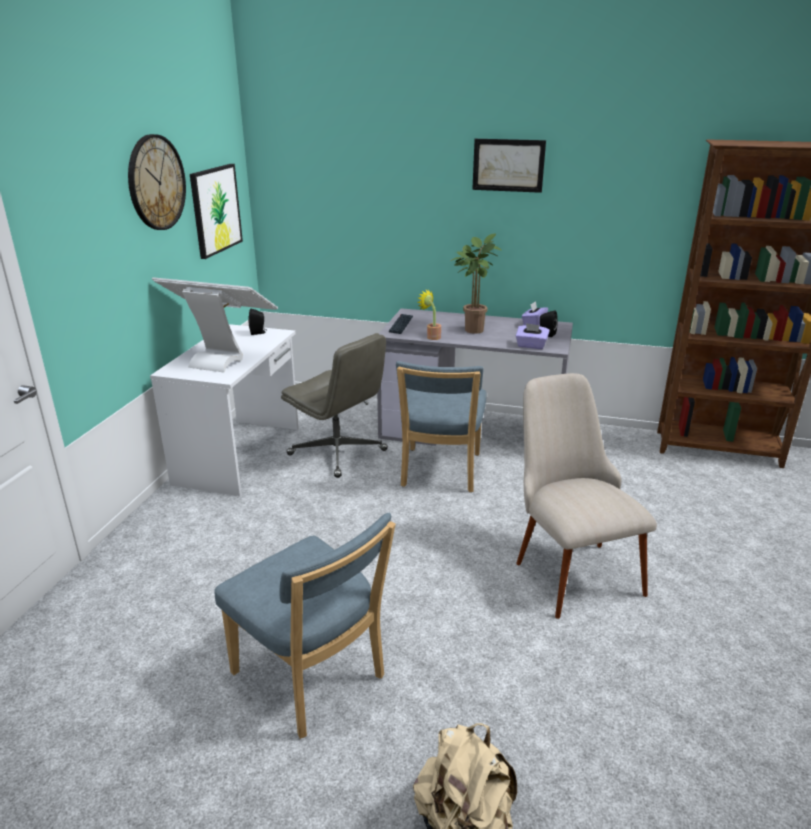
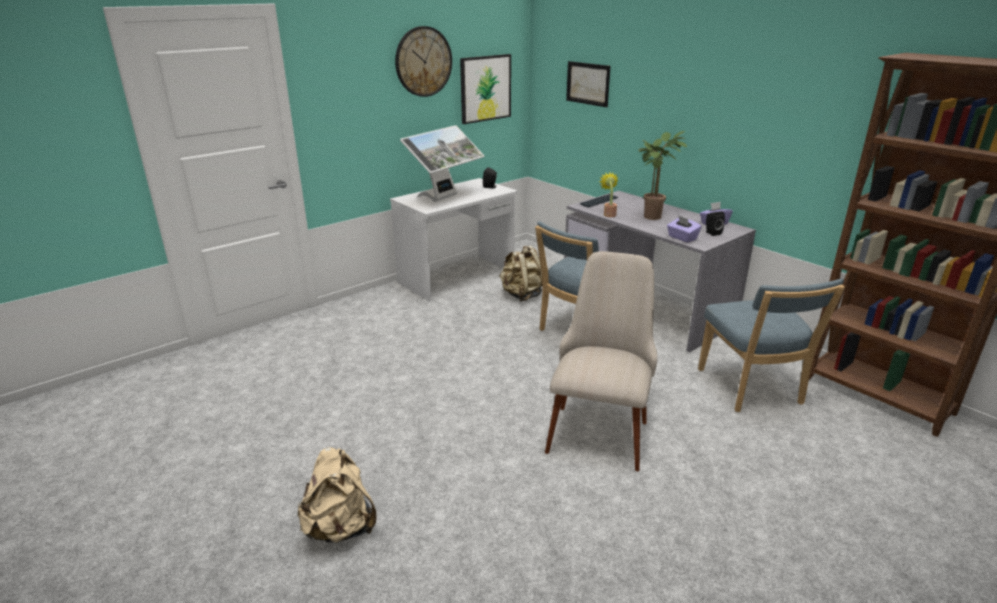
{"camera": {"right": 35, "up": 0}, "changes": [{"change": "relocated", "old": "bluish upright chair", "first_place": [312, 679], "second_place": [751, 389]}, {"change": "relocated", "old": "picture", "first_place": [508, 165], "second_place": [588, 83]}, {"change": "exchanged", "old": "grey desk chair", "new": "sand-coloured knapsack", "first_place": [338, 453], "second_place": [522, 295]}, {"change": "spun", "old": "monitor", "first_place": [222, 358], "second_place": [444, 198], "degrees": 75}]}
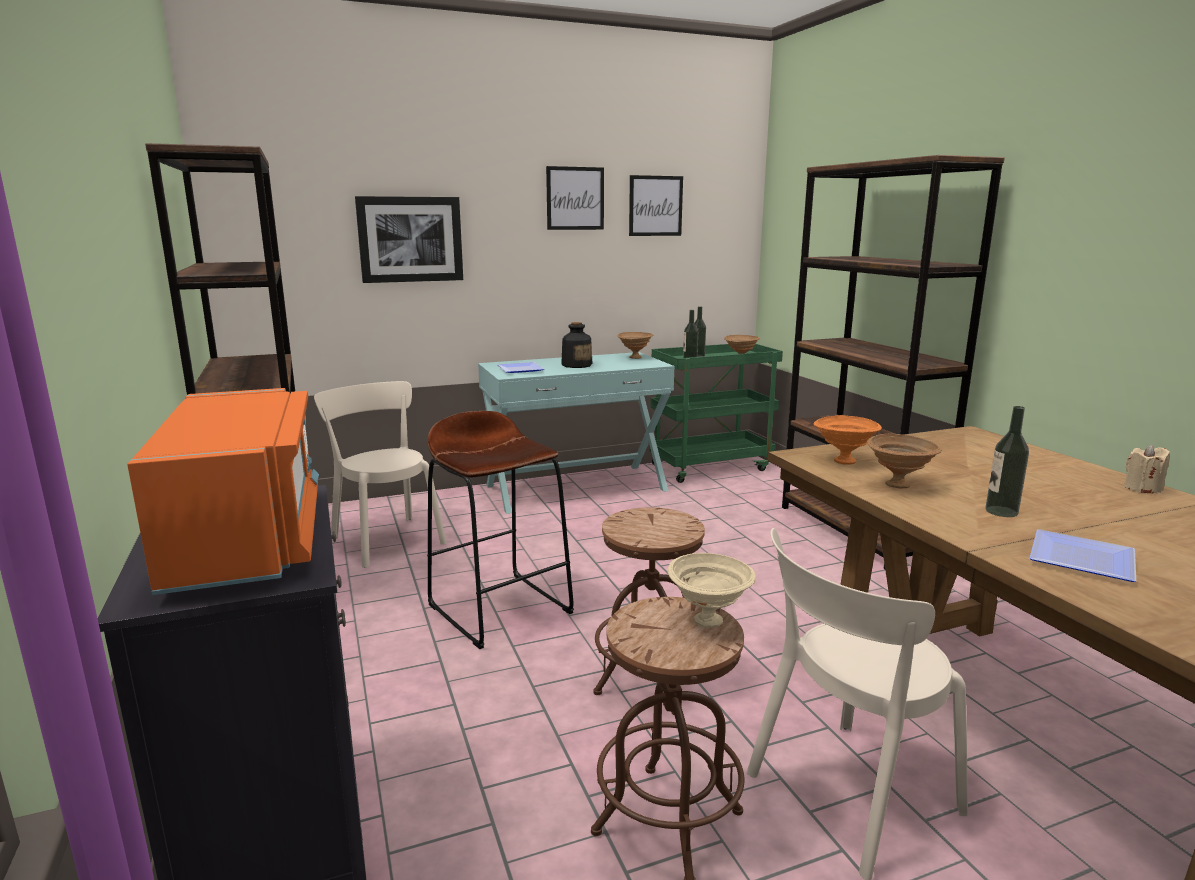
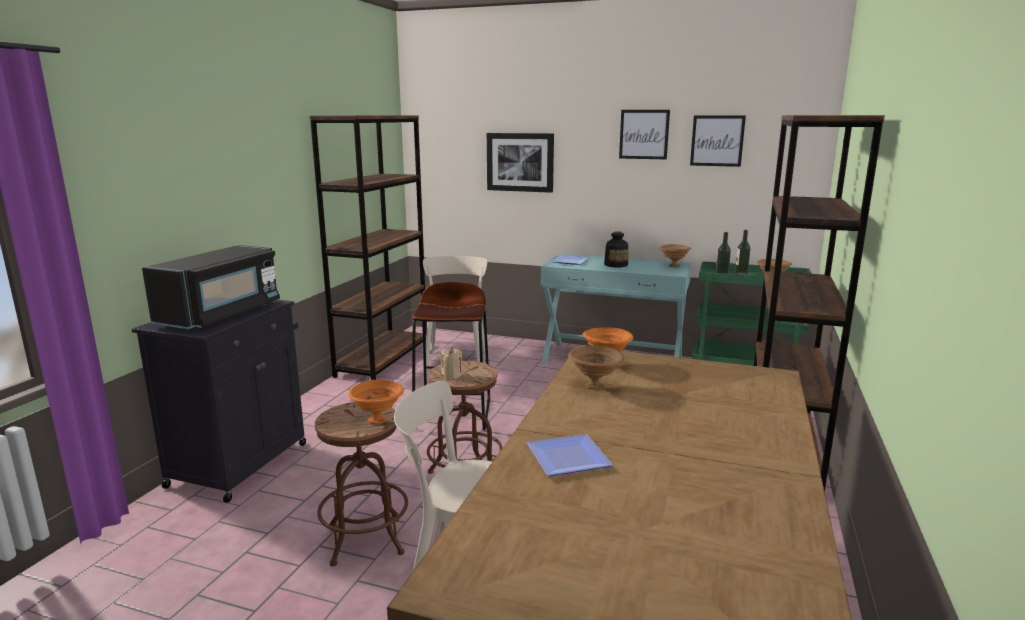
{"camera": {"right": 40, "up": 0}, "changes": [{"change": "missing", "old": "beverage bottle", "first_place": [1001, 511]}, {"change": "relocated", "old": "sand-coloured candle", "first_place": [1142, 488], "second_place": [451, 375]}, {"change": "colour", "old": "orange microwave", "new": "black-coloured microwave", "first_place": [248, 538], "second_place": [222, 314]}, {"change": "colour", "old": "sand-coloured bowl", "new": "orange bowl", "first_place": [708, 620], "second_place": [378, 420]}]}
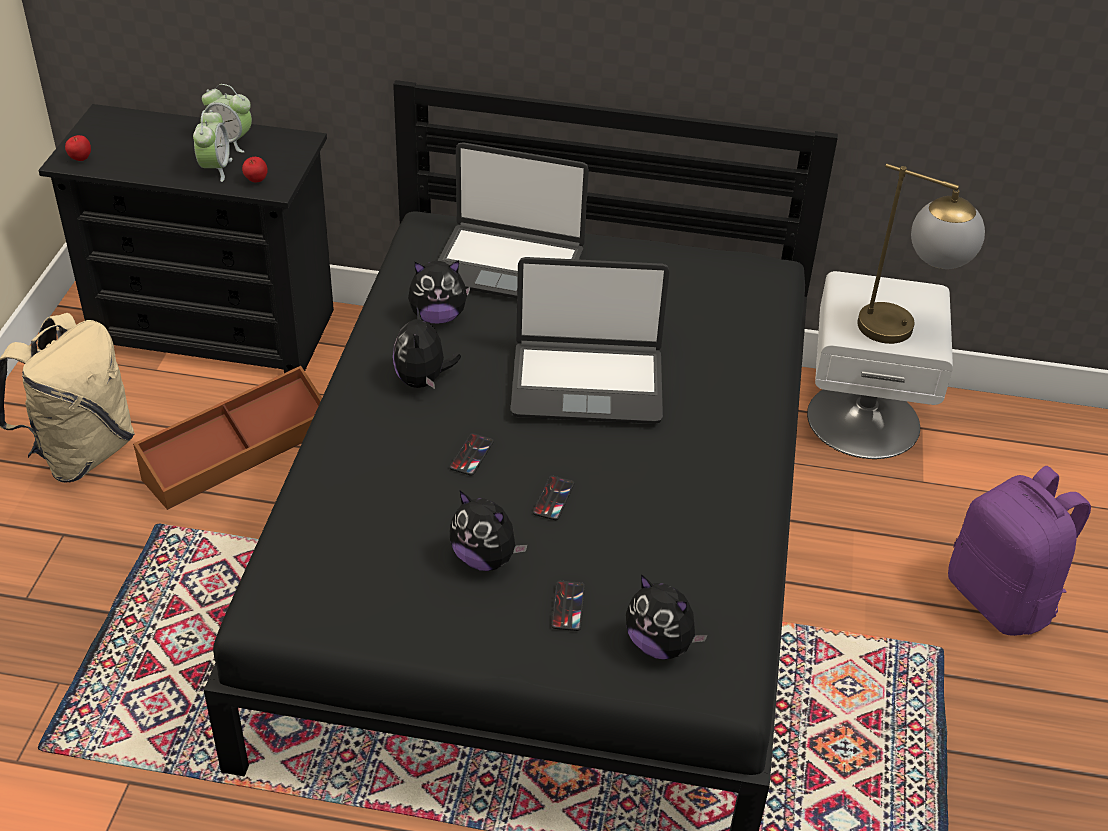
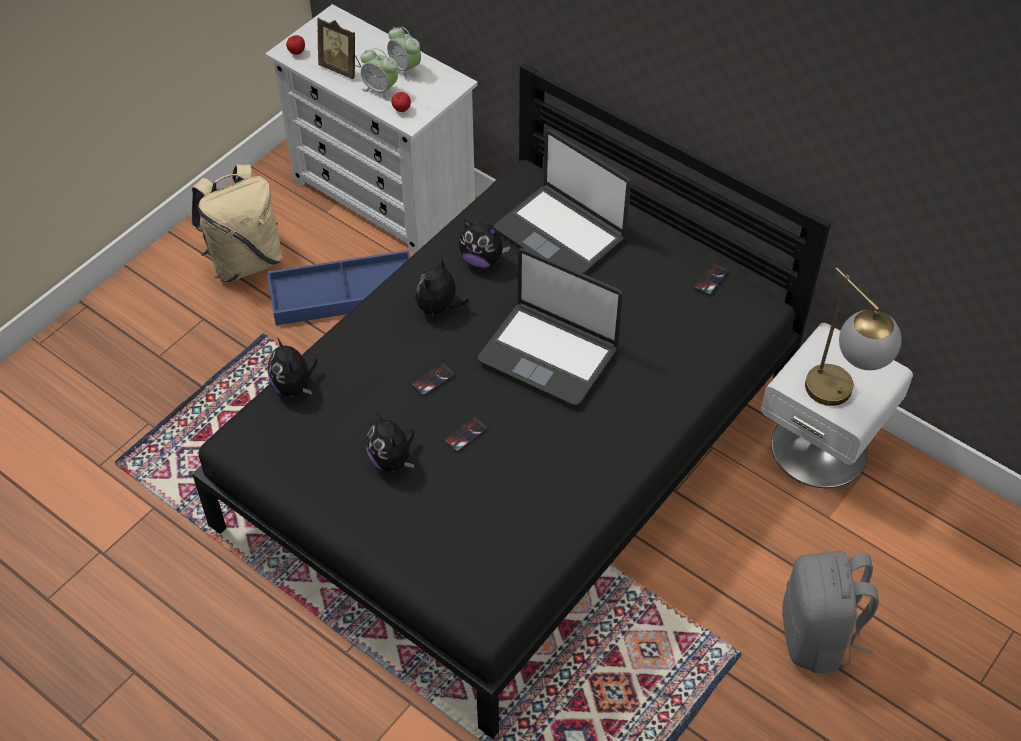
{"camera": {"right": 30, "up": 10}, "changes": [{"change": "appeared", "new": "standing frame", "second_place": [342, 68]}, {"change": "relocated", "old": "phone", "first_place": [568, 606], "second_place": [711, 279]}, {"change": "relocated", "old": "soft toy", "first_place": [660, 644], "second_place": [294, 387]}, {"change": "colour", "old": "black-coloured dresser", "new": "white dresser", "first_place": [216, 329], "second_place": [384, 193]}, {"change": "colour", "old": "brownish storage container", "new": "bluish storage container", "first_place": [237, 451], "second_place": [344, 298]}, {"change": "colour", "old": "purple-coloured knapsack", "new": "grey knapsack", "first_place": [1002, 599], "second_place": [818, 636]}, {"change": "spun", "old": "alarm clock", "first_place": [215, 169], "second_place": [380, 90], "degrees": 90}]}
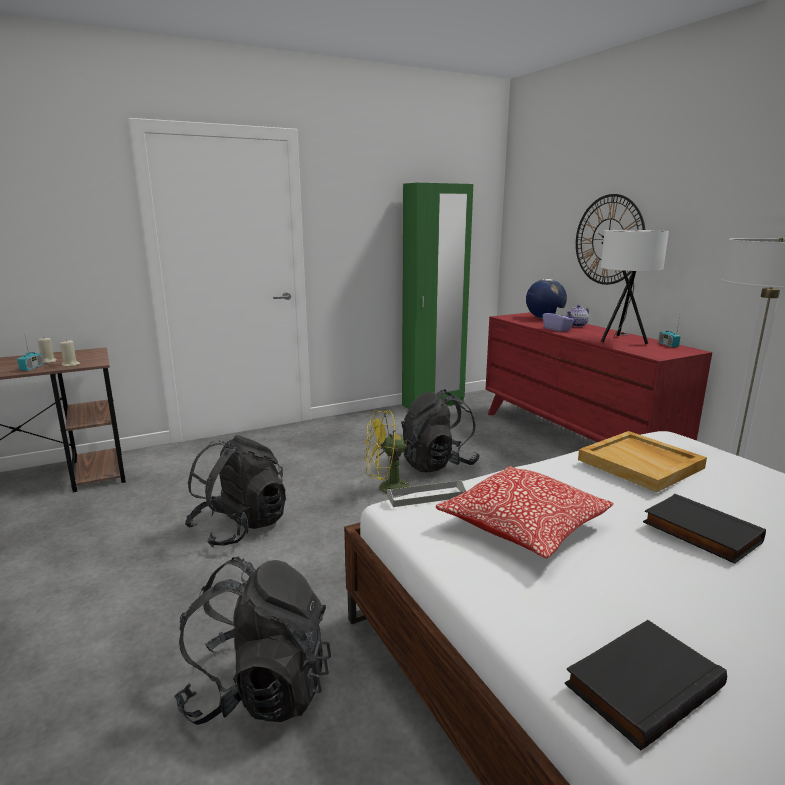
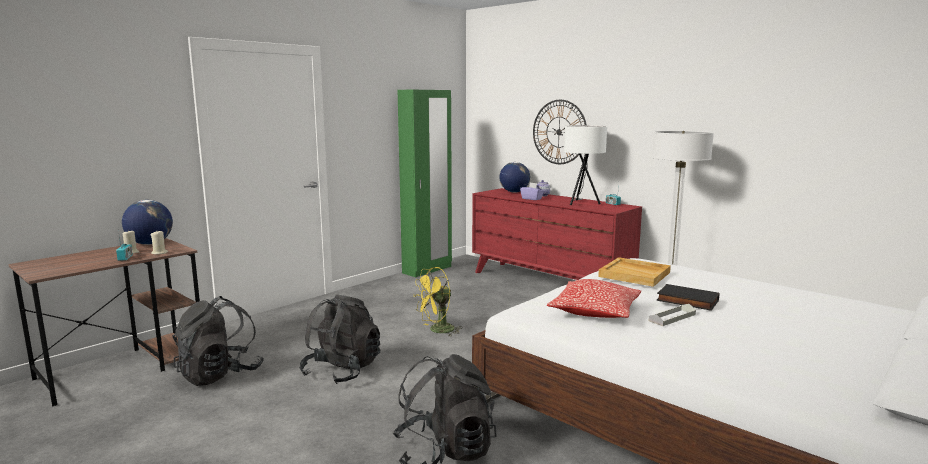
{"camera": {"right": -20, "up": -5}, "changes": [{"change": "missing", "old": "black-coloured bound book", "first_place": [641, 683]}, {"change": "appeared", "new": "globe", "second_place": [150, 243]}, {"change": "relocated", "old": "grey tray", "first_place": [426, 496], "second_place": [672, 317]}, {"change": "relocated", "old": "black-coloured knapsack", "first_place": [438, 464], "second_place": [220, 374]}]}
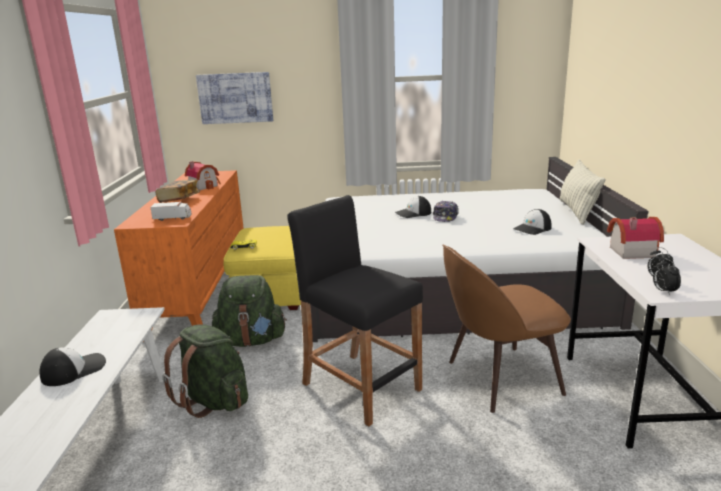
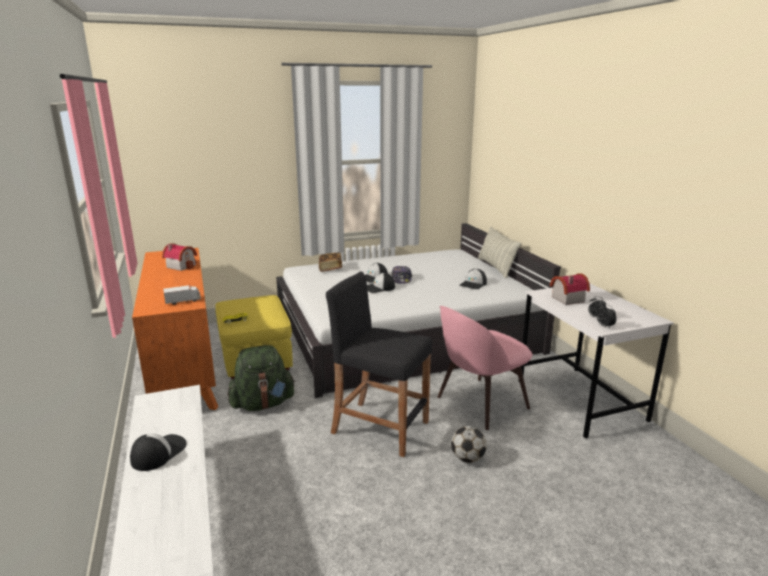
{"camera": {"right": -20, "up": 0}, "changes": [{"change": "missing", "old": "greenish knapsack", "first_place": [214, 401]}, {"change": "missing", "old": "picture", "first_place": [235, 98]}, {"change": "appeared", "new": "cap", "second_place": [379, 288]}, {"change": "appeared", "new": "football ball", "second_place": [467, 458]}, {"change": "relocated", "old": "bound book", "first_place": [179, 199], "second_place": [330, 268]}, {"change": "colour", "old": "brownish upright chair", "new": "pink-coloured upright chair", "first_place": [499, 378], "second_place": [479, 404]}]}
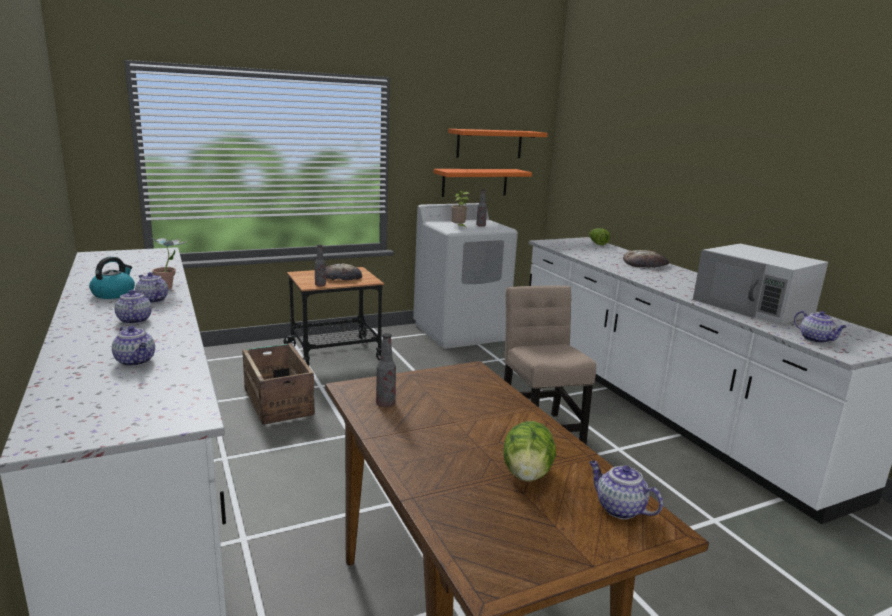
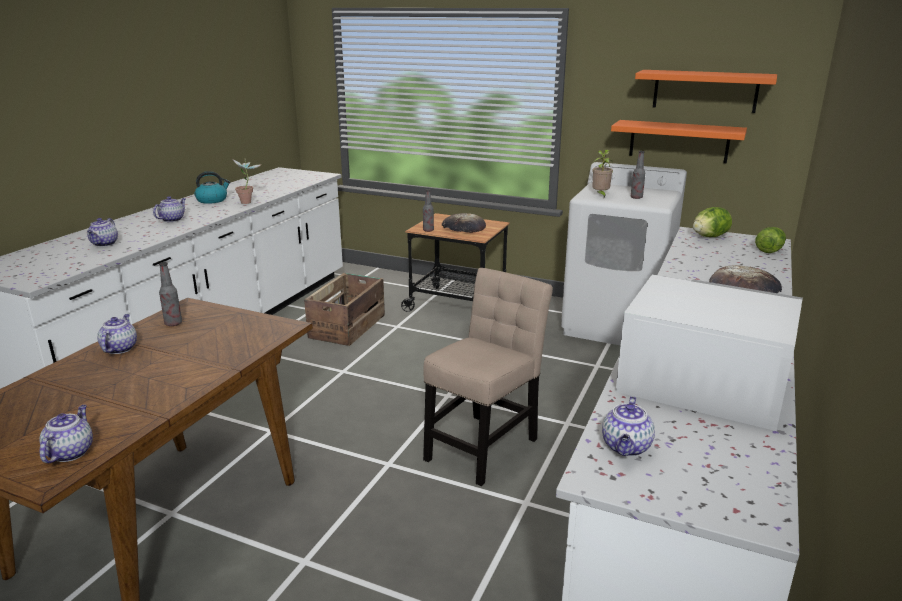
{"camera": {"right": 50, "up": 5}, "changes": [{"change": "relocated", "old": "pot for tea", "first_place": [152, 300], "second_place": [119, 348]}, {"change": "relocated", "old": "head of lettuce", "first_place": [527, 474], "second_place": [709, 236]}, {"change": "spun", "old": "white microwave", "first_place": [753, 306], "second_place": [701, 382], "degrees": 105}]}
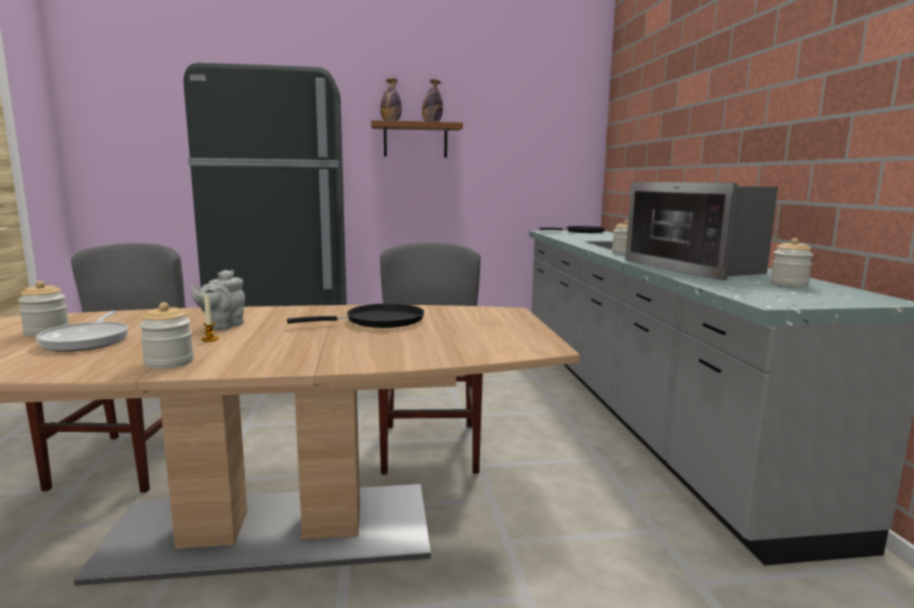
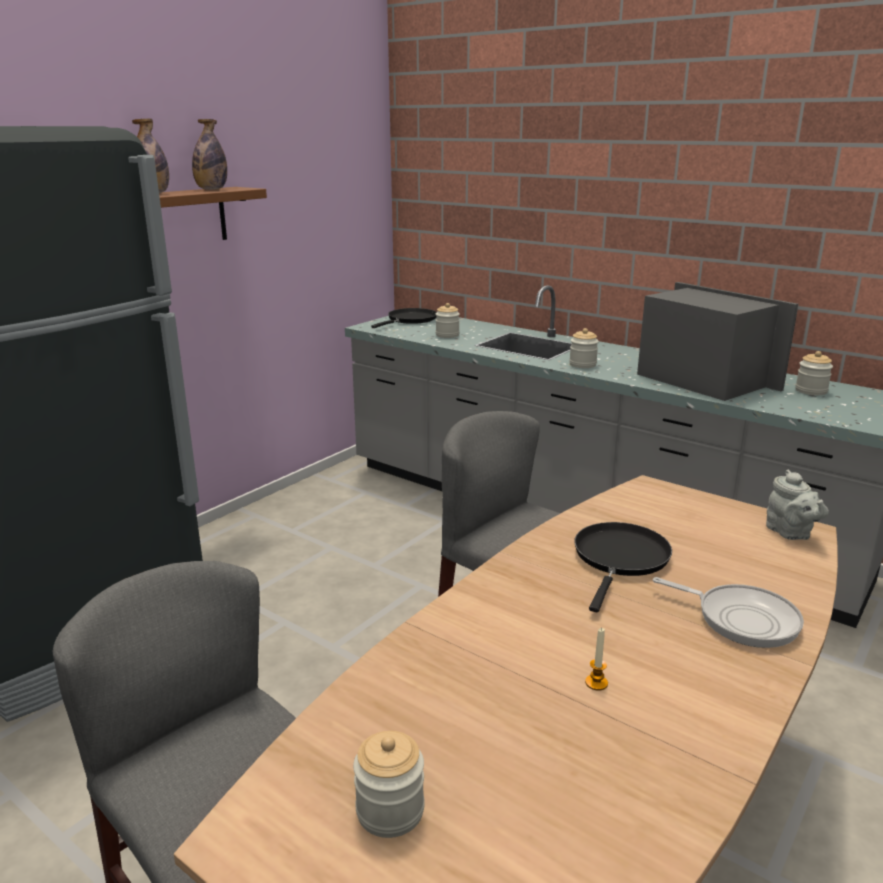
{"camera": {"right": -45, "up": 10}, "changes": [{"change": "relocated", "old": "skillet", "first_place": [88, 340], "second_place": [741, 619]}, {"change": "relocated", "old": "preserve jar", "first_place": [169, 362], "second_place": [447, 335]}, {"change": "relocated", "old": "grey pot for tea", "first_place": [222, 326], "second_place": [790, 533]}, {"change": "spun", "old": "microwave", "first_place": [696, 267], "second_place": [701, 380], "degrees": -150}]}
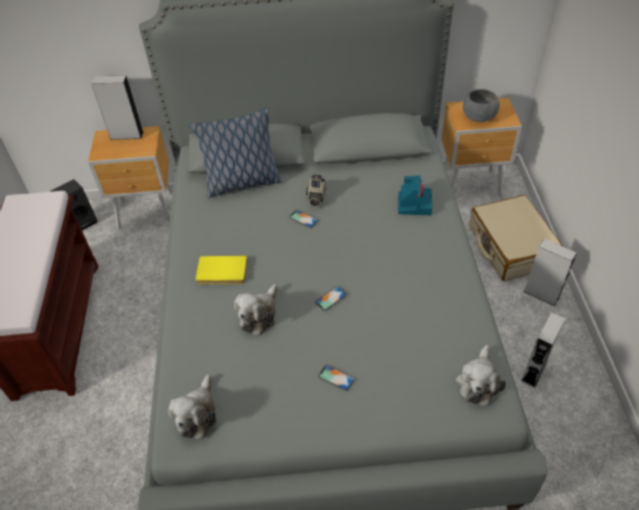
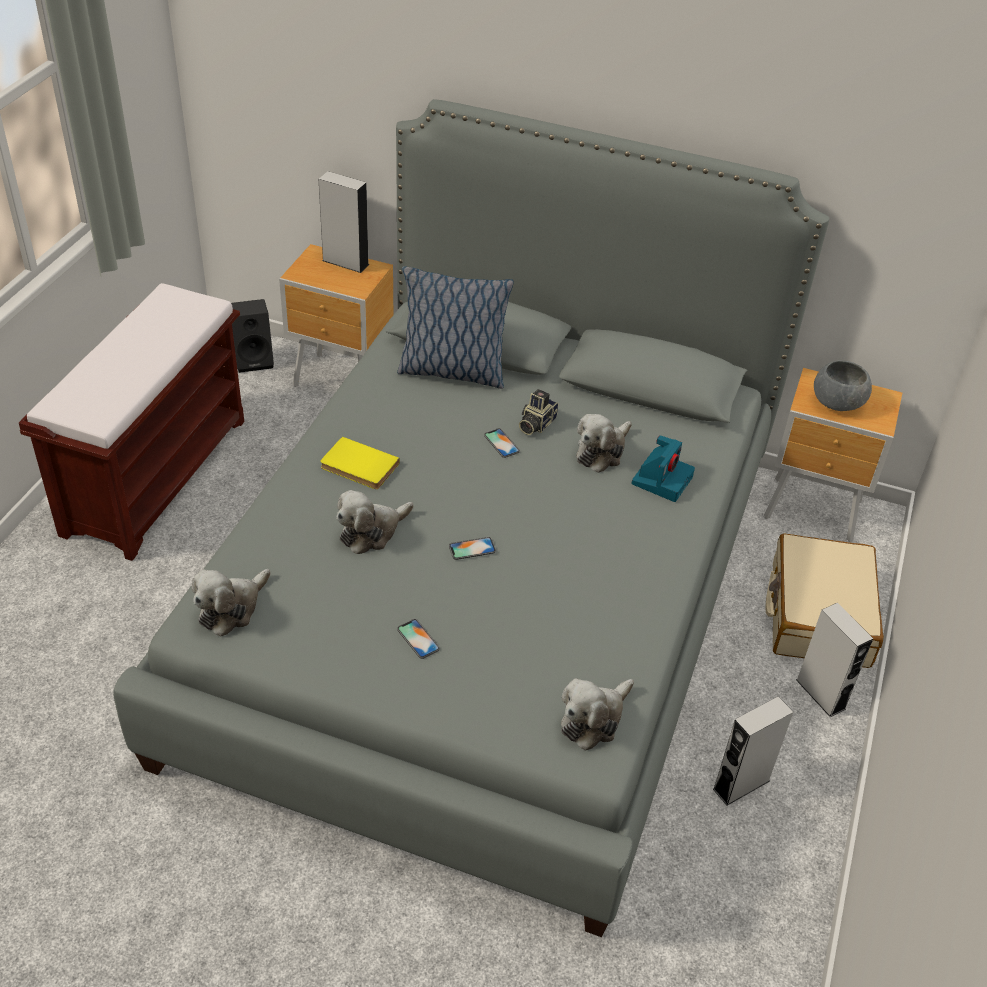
{"camera": {"right": 20, "up": -5}, "changes": [{"change": "appeared", "new": "soft toy", "second_place": [602, 452]}]}
